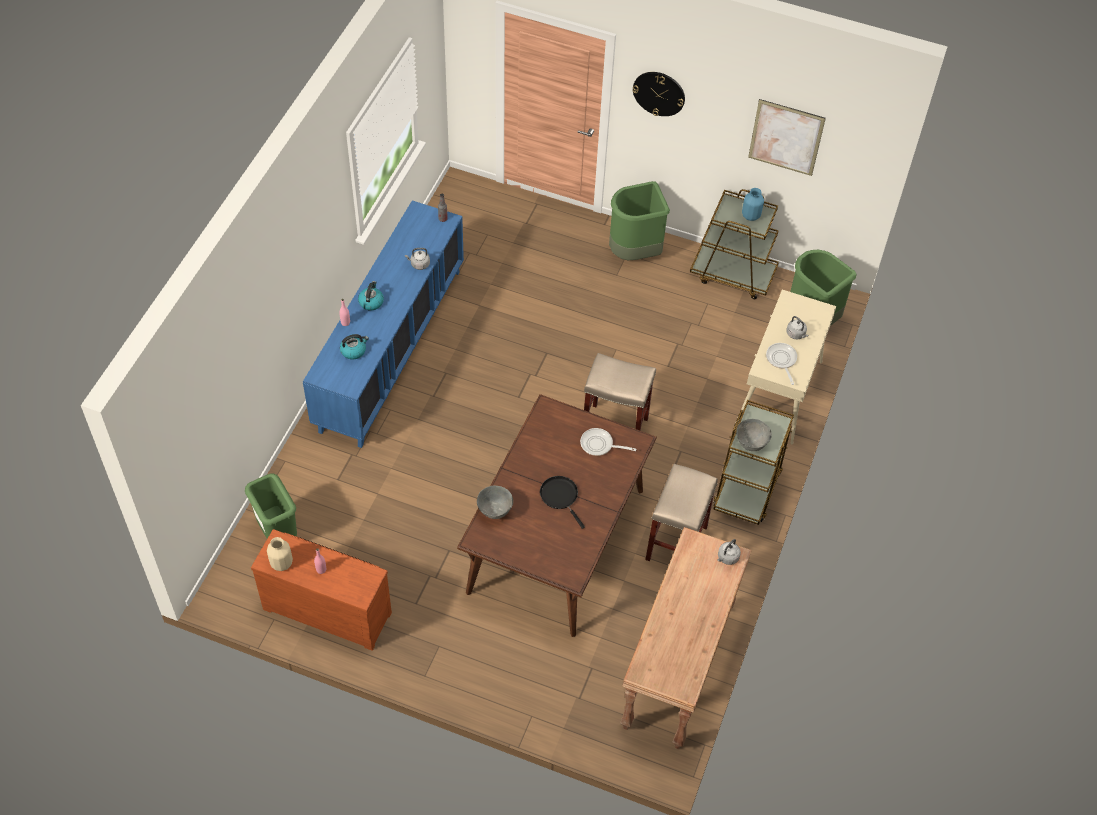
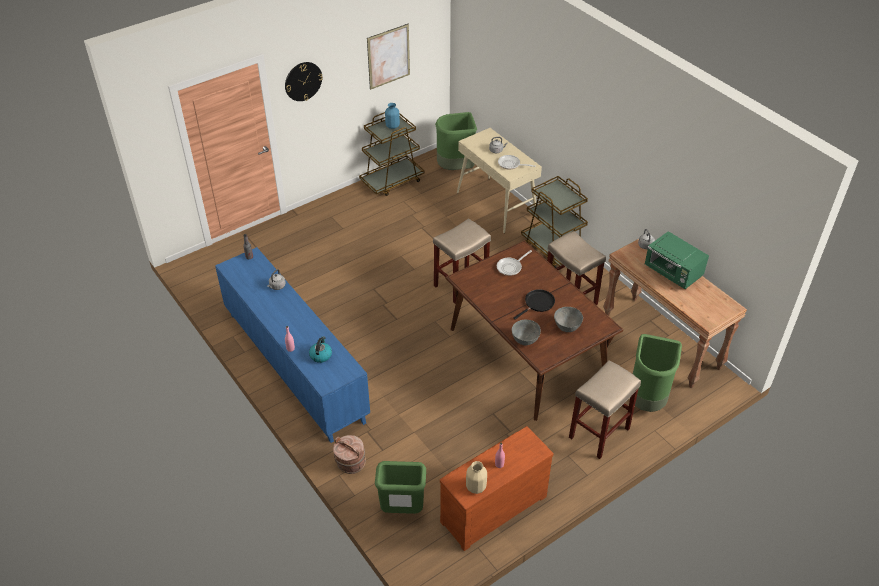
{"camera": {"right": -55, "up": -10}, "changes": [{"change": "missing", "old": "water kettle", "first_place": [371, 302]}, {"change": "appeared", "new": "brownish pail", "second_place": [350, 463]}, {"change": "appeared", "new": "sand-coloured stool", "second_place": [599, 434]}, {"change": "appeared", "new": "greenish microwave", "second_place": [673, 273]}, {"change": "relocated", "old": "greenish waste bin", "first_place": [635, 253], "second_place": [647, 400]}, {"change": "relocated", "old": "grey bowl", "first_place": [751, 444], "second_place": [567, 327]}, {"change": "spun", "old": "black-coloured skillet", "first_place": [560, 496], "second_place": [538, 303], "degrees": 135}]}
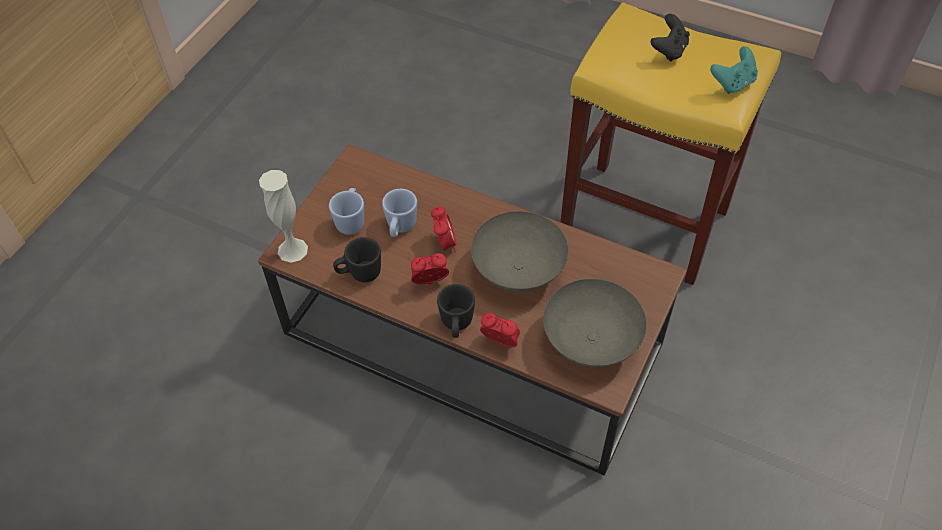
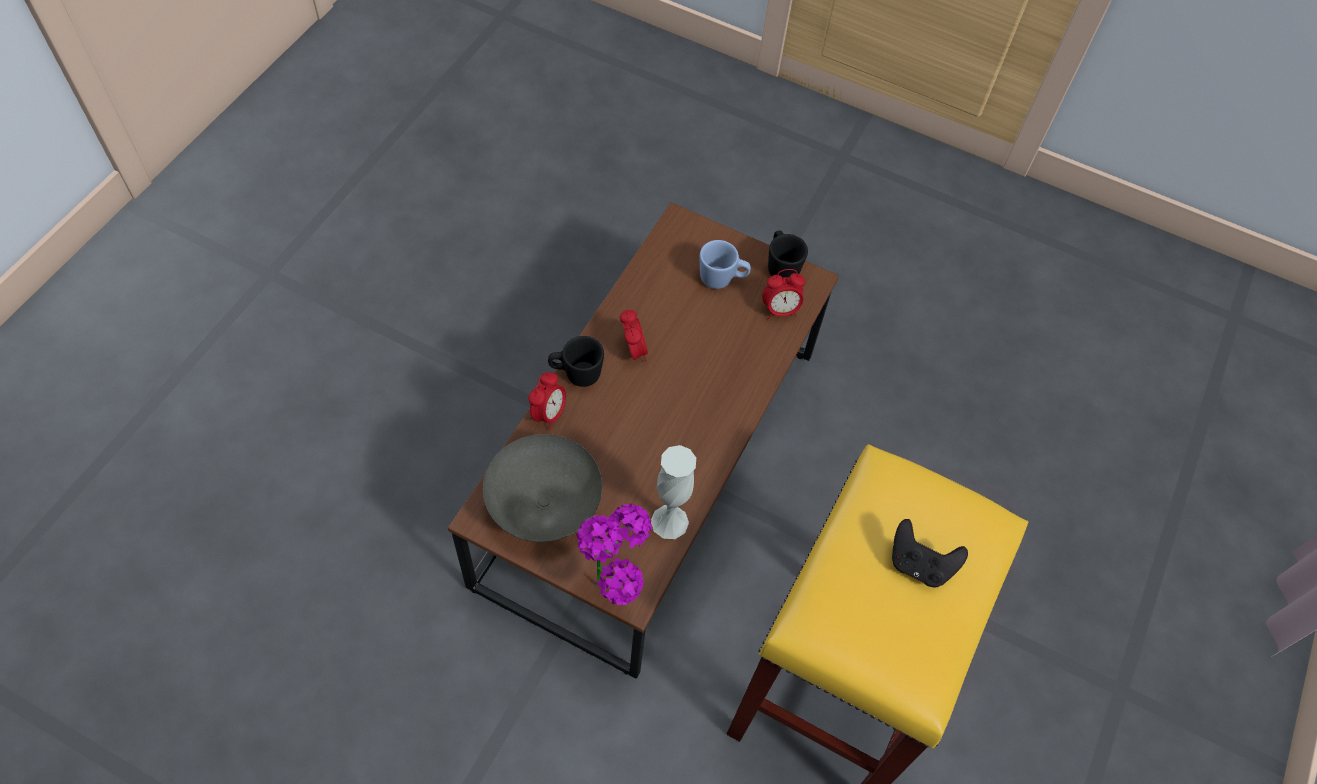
{"camera": {"right": 85, "up": 5}, "changes": [{"change": "missing", "old": "bluish mug", "first_place": [400, 228]}, {"change": "missing", "old": "grey bowl", "first_place": [517, 269]}, {"change": "missing", "old": "blue-green game controller", "first_place": [733, 83]}, {"change": "appeared", "new": "houseplant", "second_place": [616, 586]}, {"change": "relocated", "old": "white vase", "first_place": [292, 250], "second_place": [669, 521]}, {"change": "relocated", "old": "black-coloured mug", "first_place": [360, 273], "second_place": [781, 267]}, {"change": "relocated", "old": "alarm clock", "first_place": [445, 244], "second_place": [780, 310]}]}
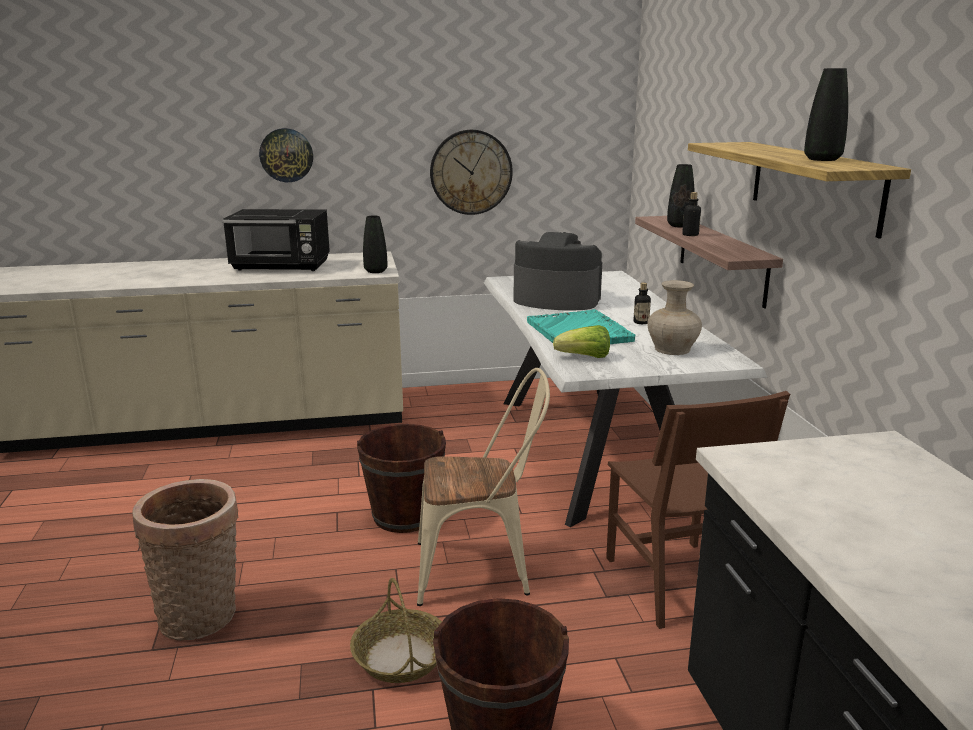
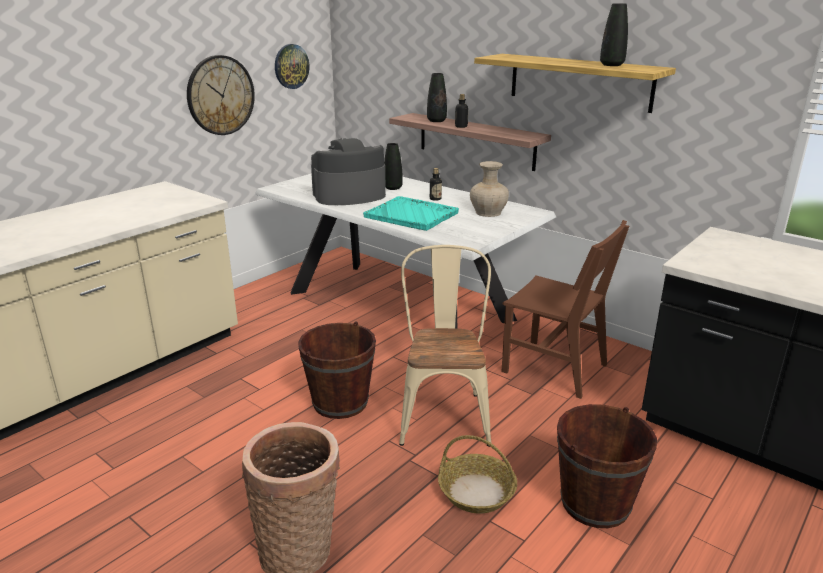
{"camera": {"right": -40, "up": 5}, "changes": [{"change": "missing", "old": "black-coloured microwave", "first_place": [282, 266]}, {"change": "missing", "old": "head of lettuce", "first_place": [584, 357]}, {"change": "relocated", "old": "clock on the wall", "first_place": [286, 155], "second_place": [291, 66]}, {"change": "relocated", "old": "black-coloured vase", "first_place": [375, 271], "second_place": [393, 188]}, {"change": "spun", "old": "sand-coloured upright chair", "first_place": [482, 569], "second_place": [444, 412], "degrees": -45}]}
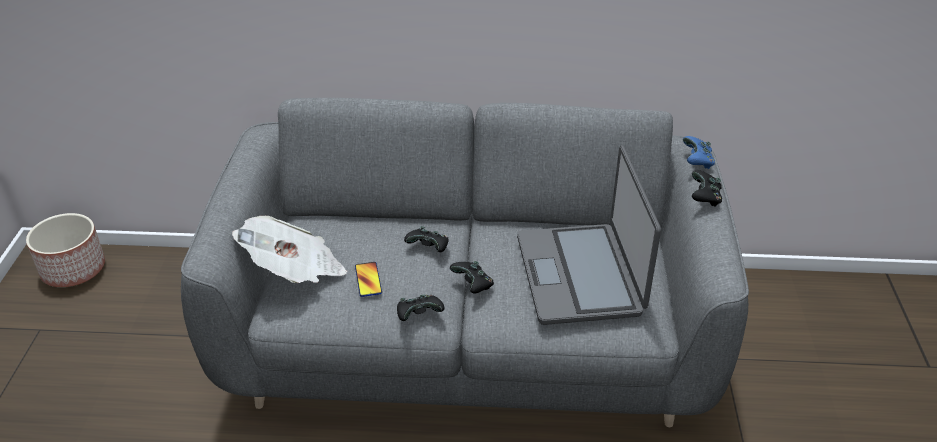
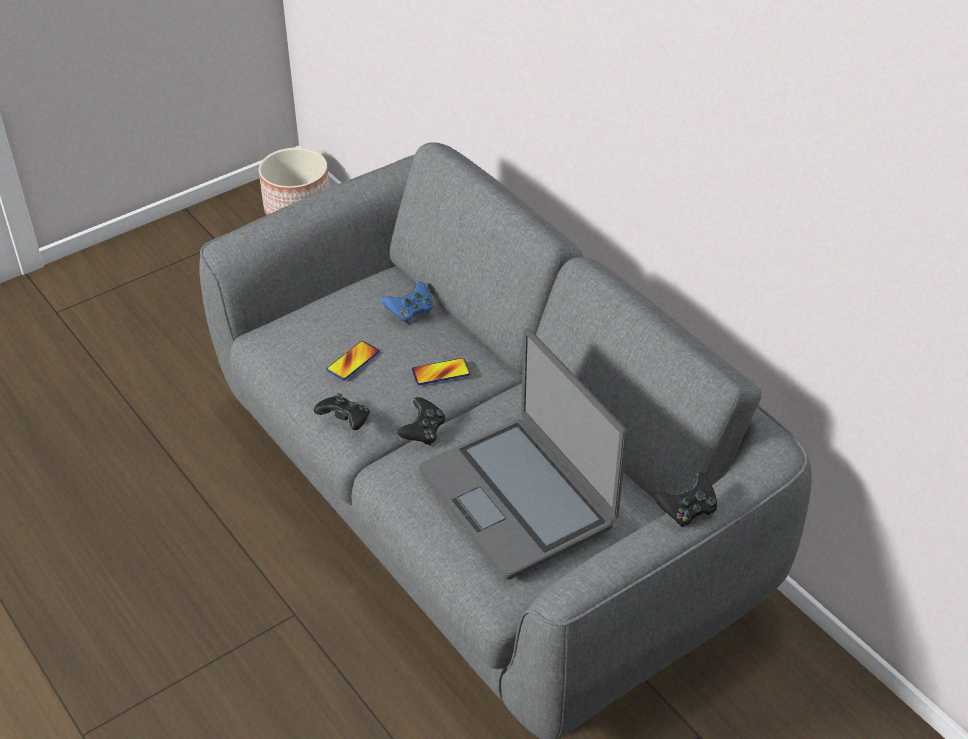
{"camera": {"right": 50, "up": 5}, "changes": [{"change": "missing", "old": "daily paper", "first_place": [295, 271]}, {"change": "relocated", "old": "bluish game controller", "first_place": [697, 162], "second_place": [410, 312]}, {"change": "exchanged", "old": "black-coloured game controller", "new": "phone", "first_place": [429, 248], "second_place": [440, 372]}, {"change": "spun", "old": "notebook computer", "first_place": [580, 275], "second_place": [518, 497], "degrees": -75}]}
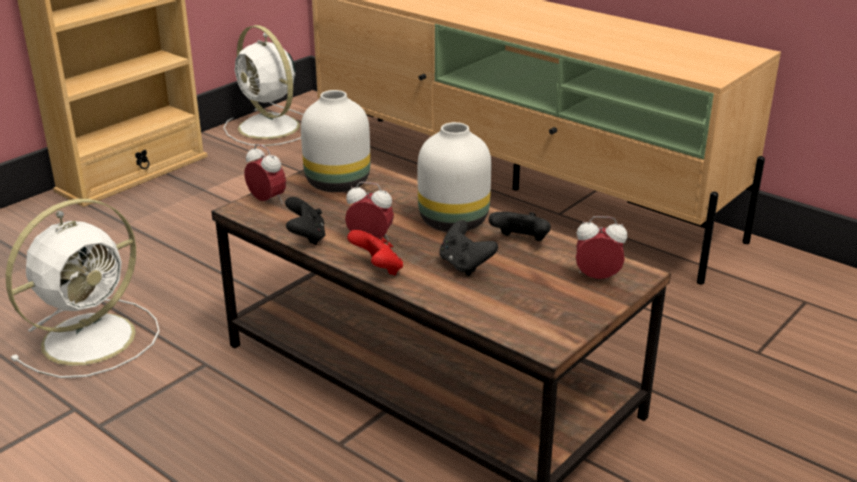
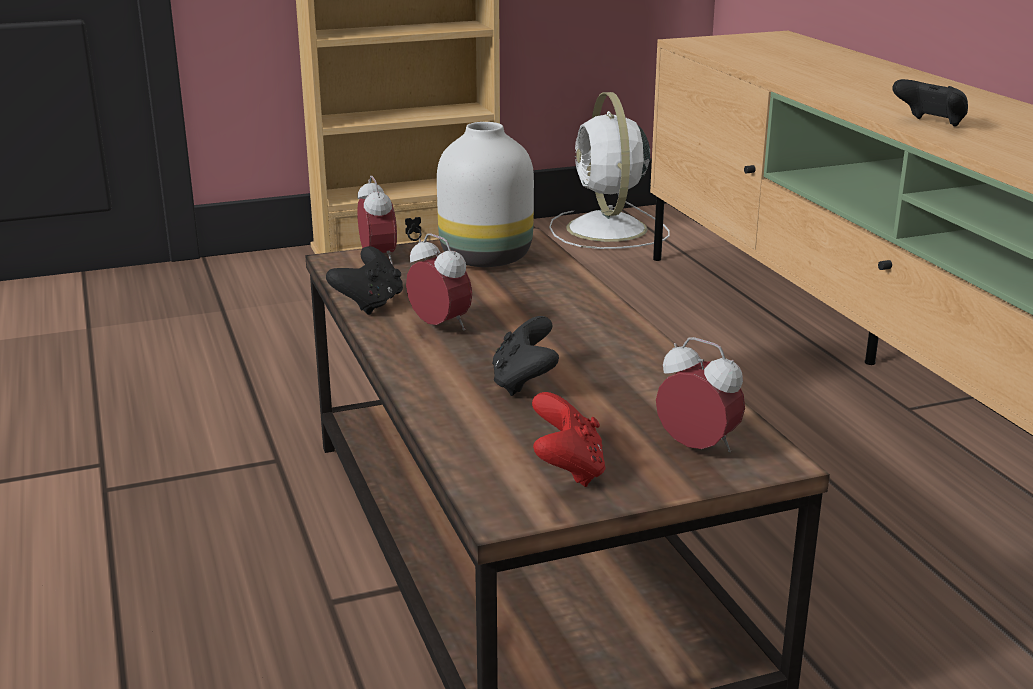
{"camera": {"right": 30, "up": -5}, "changes": [{"change": "missing", "old": "white electric fan", "first_place": [92, 337]}, {"change": "missing", "old": "white vase", "first_place": [451, 222]}, {"change": "relocated", "old": "reddish game controller", "first_place": [378, 269], "second_place": [567, 470]}, {"change": "relocated", "old": "black-coloured game controller", "first_place": [520, 242], "second_place": [930, 124]}]}
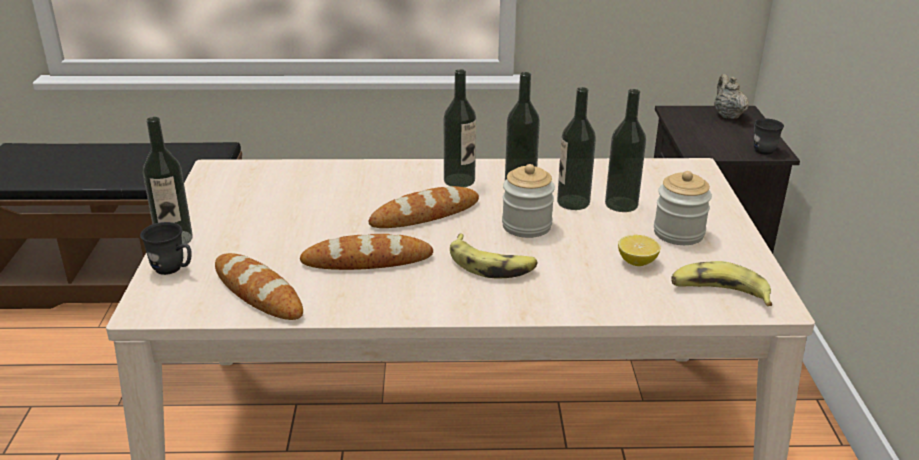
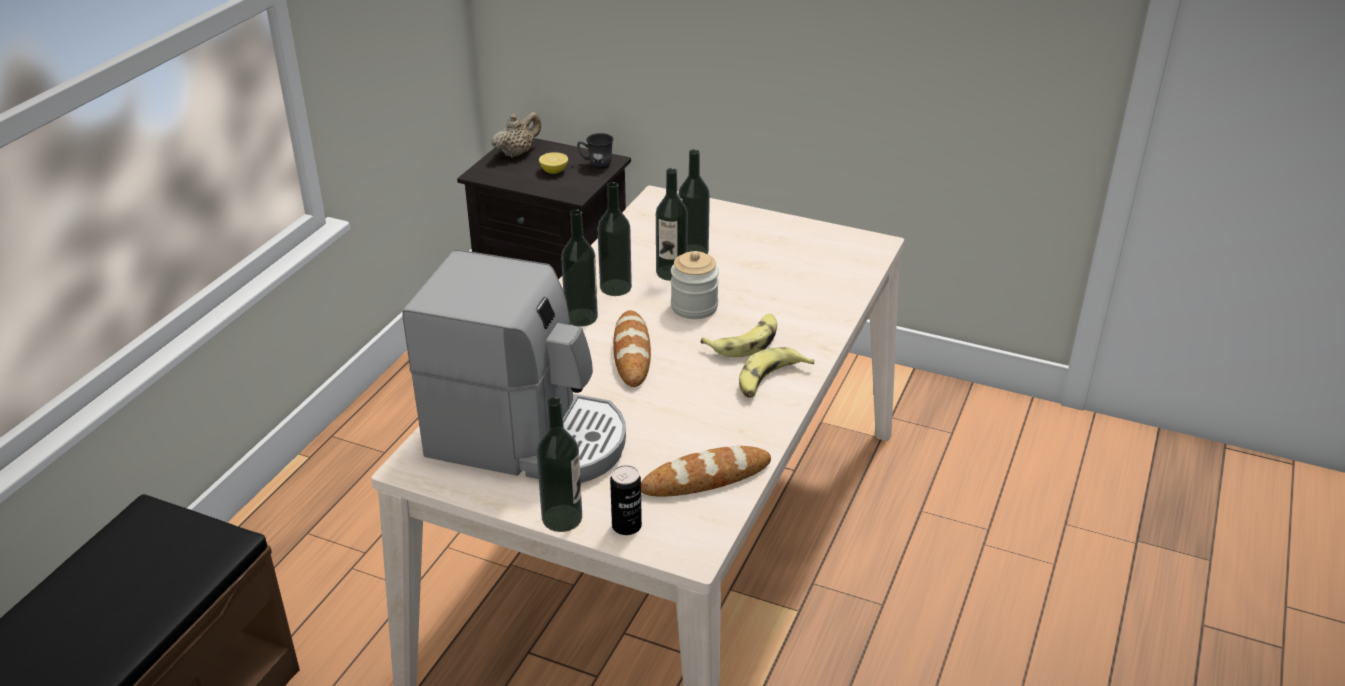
{"camera": {"right": -65, "up": 5}, "changes": [{"change": "missing", "old": "baked bread", "first_place": [367, 260]}, {"change": "missing", "old": "preserve jar", "first_place": [678, 233]}, {"change": "appeared", "new": "coffee brewer", "second_place": [528, 439]}, {"change": "relocated", "old": "lemon", "first_place": [637, 262], "second_place": [554, 171]}, {"change": "relocated", "old": "banana", "first_place": [718, 293], "second_place": [770, 380]}, {"change": "exchanged", "old": "grey mug", "new": "can", "first_place": [173, 269], "second_place": [626, 526]}, {"change": "spun", "old": "sand-coloured pot for tea", "first_place": [727, 115], "second_place": [517, 153], "degrees": 120}]}
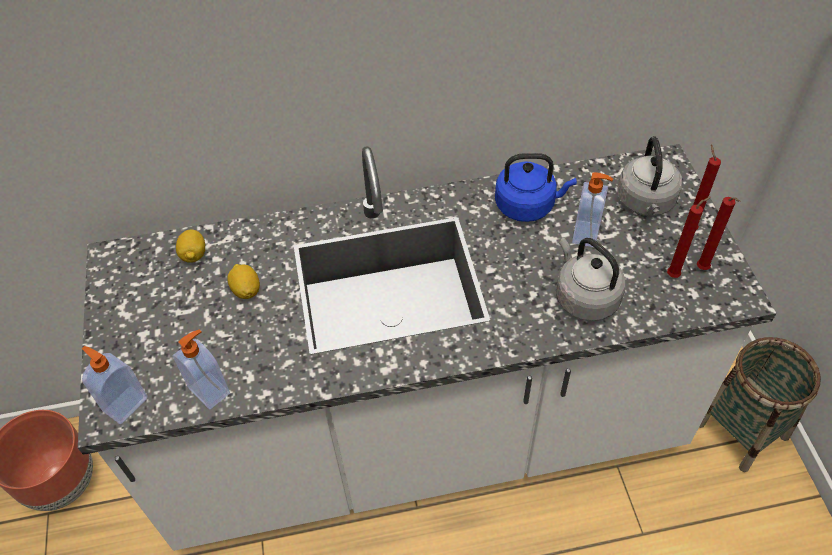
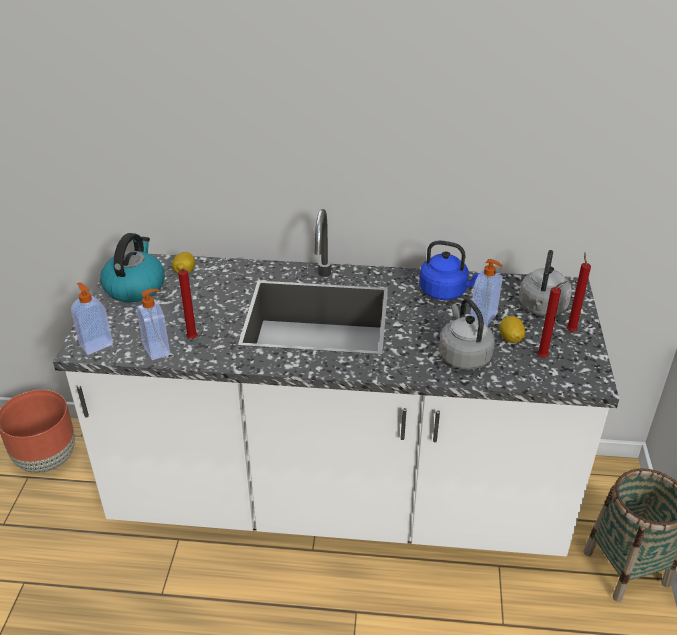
{"camera": {"right": 15, "up": -15}, "changes": [{"change": "appeared", "new": "water kettle", "second_place": [135, 287]}, {"change": "relocated", "old": "lemon", "first_place": [246, 290], "second_place": [510, 338]}, {"change": "relocated", "old": "reddish candle", "first_place": [703, 270], "second_place": [192, 340]}]}
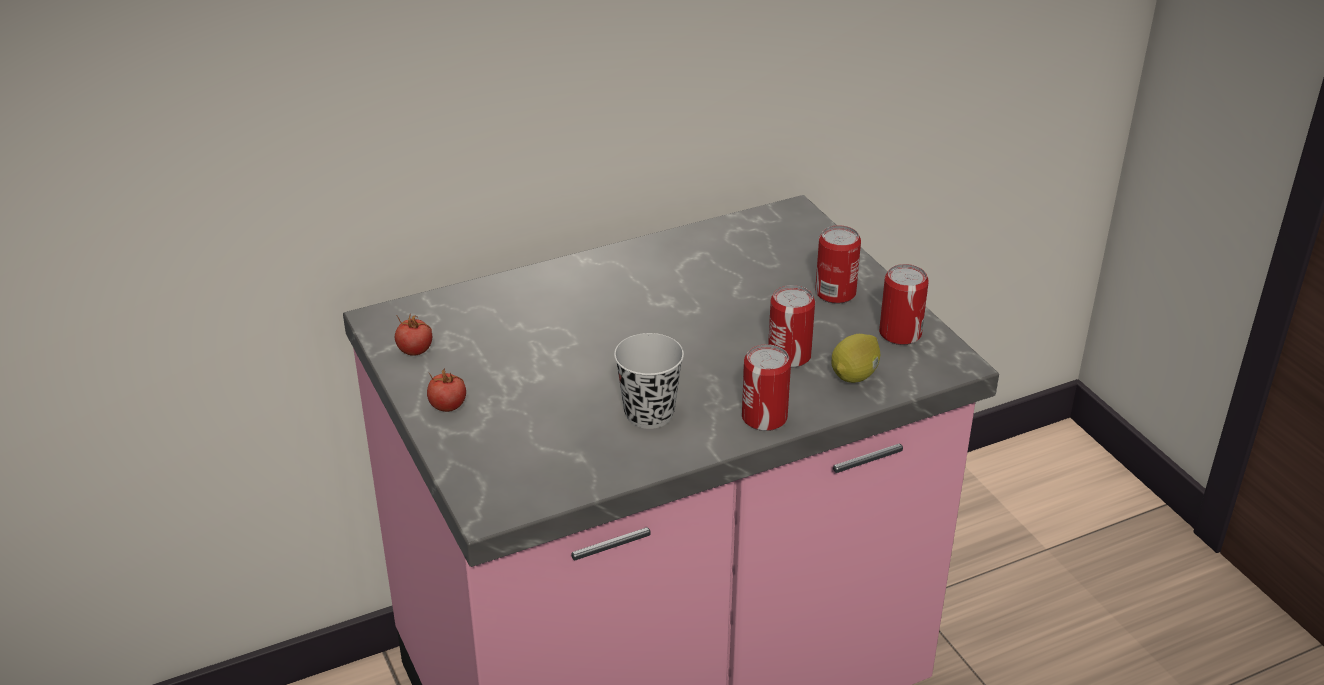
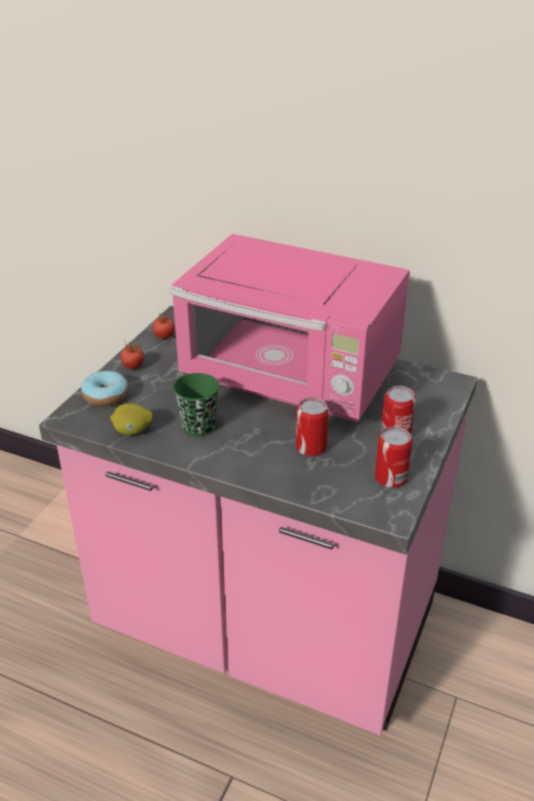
{"camera": {"right": 50, "up": 0}, "changes": [{"change": "missing", "old": "can", "first_place": [764, 417]}, {"change": "appeared", "new": "donut", "second_place": [105, 396]}, {"change": "appeared", "new": "pink-coloured microwave", "second_place": [291, 380]}, {"change": "relocated", "old": "lemon", "first_place": [855, 375], "second_place": [132, 431]}, {"change": "colour", "old": "black-coloured drinking cup", "new": "greenish drinking cup", "first_place": [649, 414], "second_place": [198, 426]}]}
